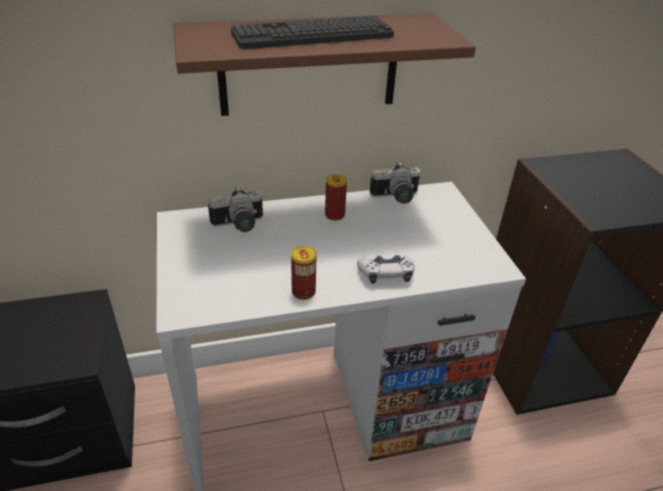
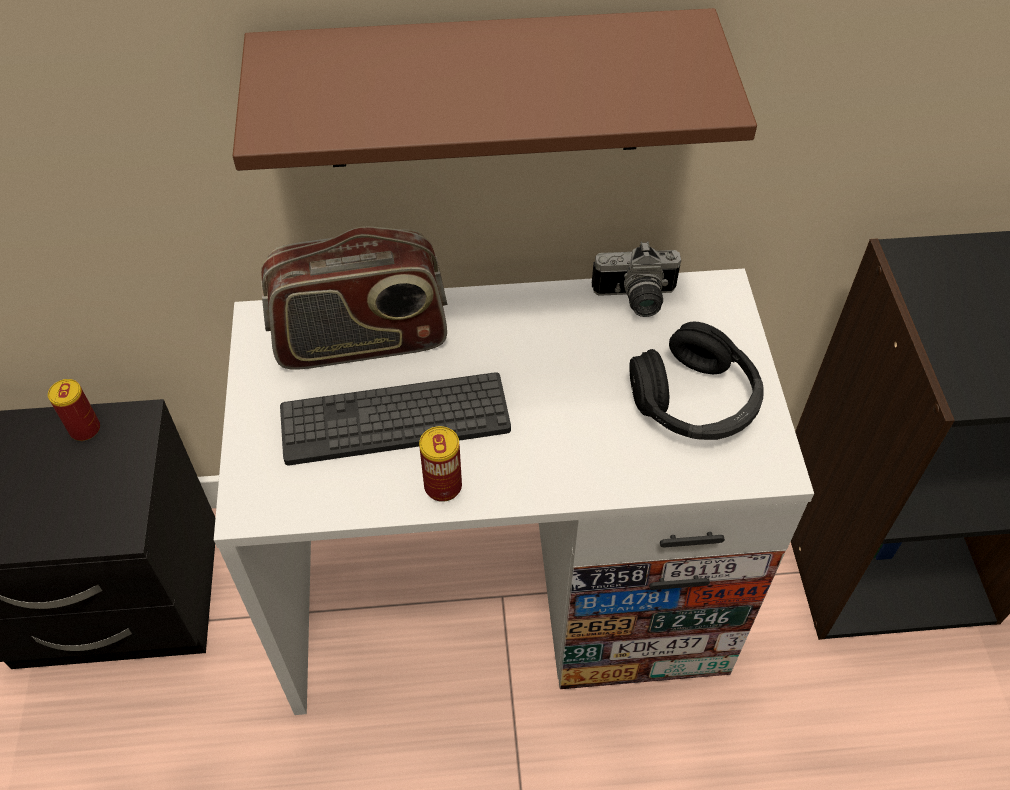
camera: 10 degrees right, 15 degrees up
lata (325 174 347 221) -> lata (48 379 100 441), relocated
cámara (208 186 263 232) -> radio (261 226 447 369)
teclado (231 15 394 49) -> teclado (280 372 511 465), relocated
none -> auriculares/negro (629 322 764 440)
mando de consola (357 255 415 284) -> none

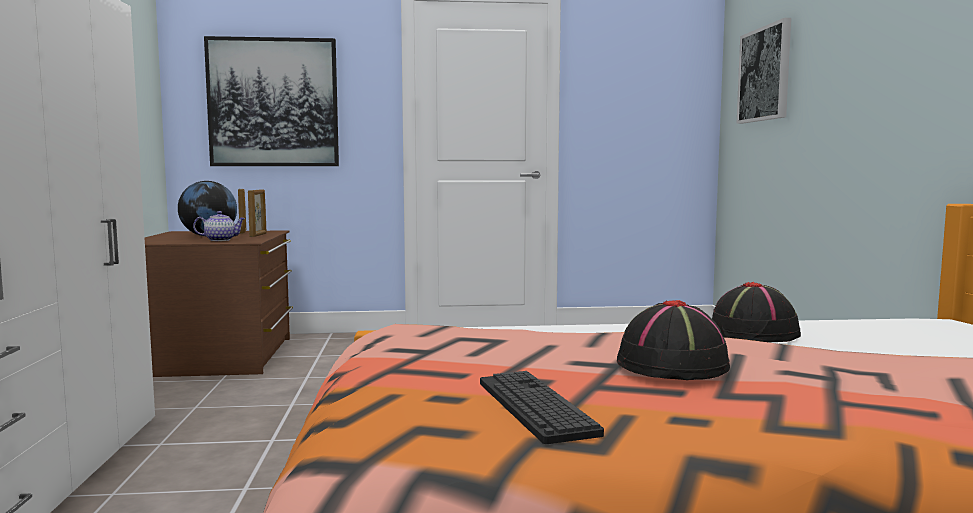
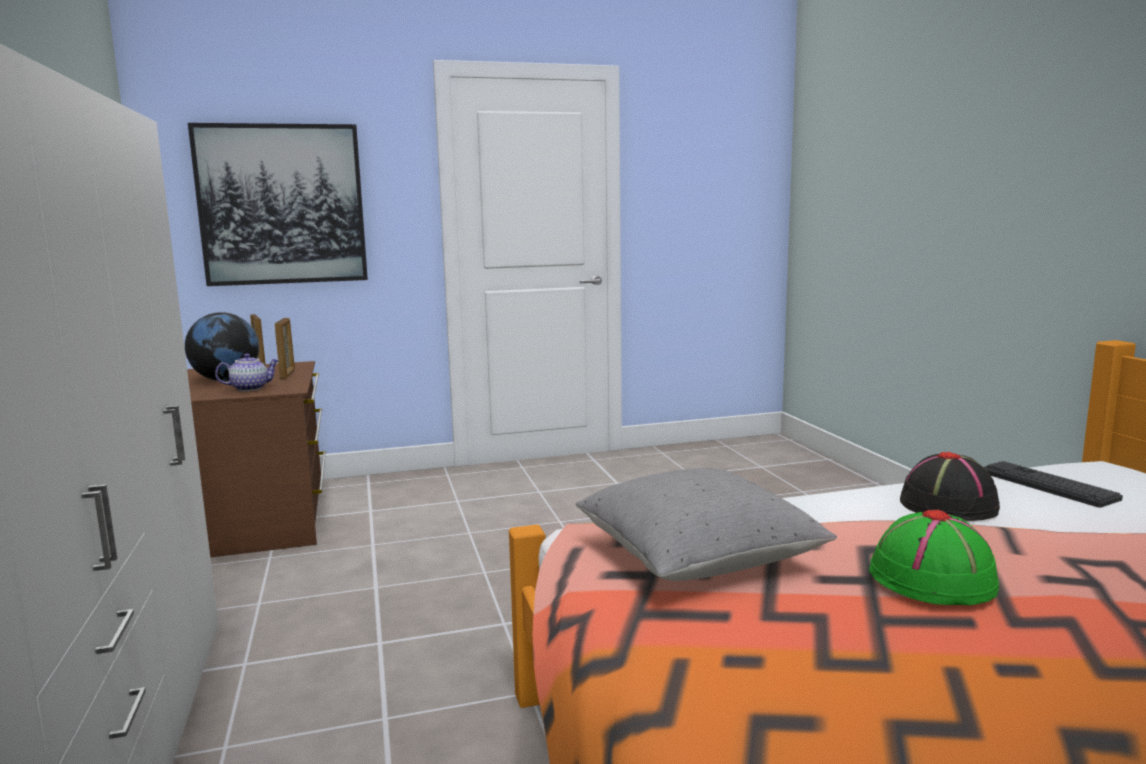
camera: 10 degrees left, 5 degrees up
none -> cojín/gris (576 468 837 581)
sombrero/negro (617 300 730 380) -> sombrero/verde (869 510 999 605)
teclado (480 371 604 444) -> teclado (983 461 1123 508), relocated
cuadro (736 18 791 124) -> none

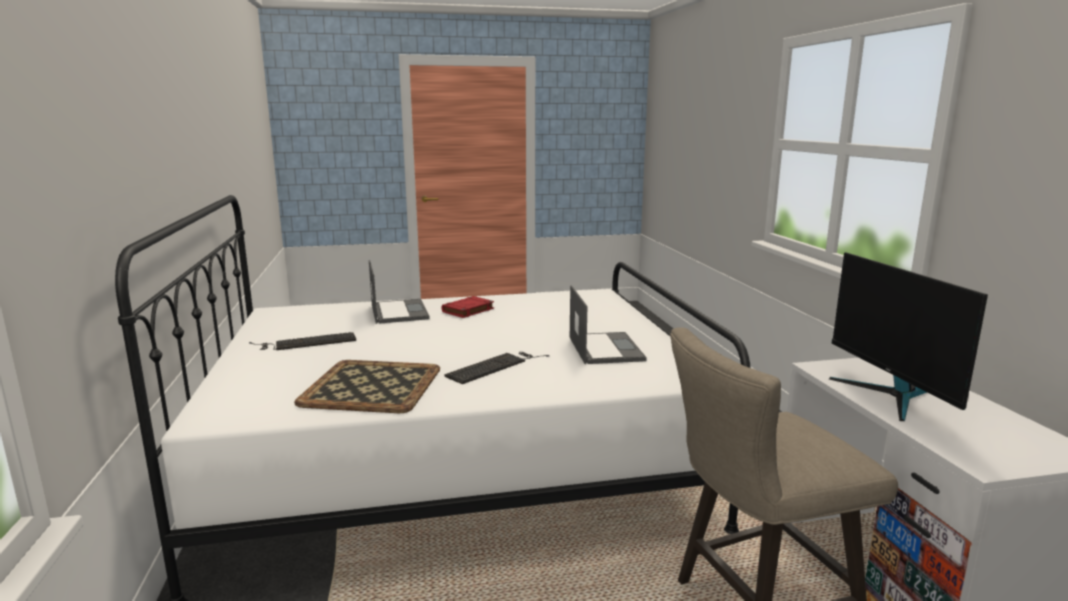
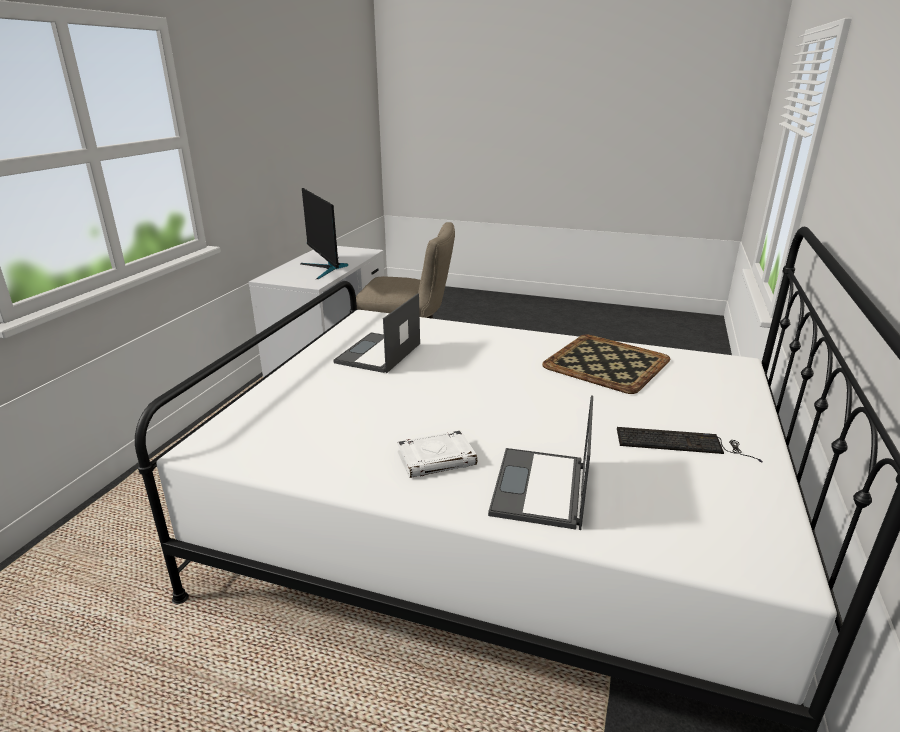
camera: 150 degrees left, 10 degrees up
monitor (829 252 988 421) -> monitor (300 188 348 279), 135 degrees clockwise
libro/rojo (441 296 494 318) -> libro/blanco (397 430 477 478)
teclado (444 352 550 384) -> none

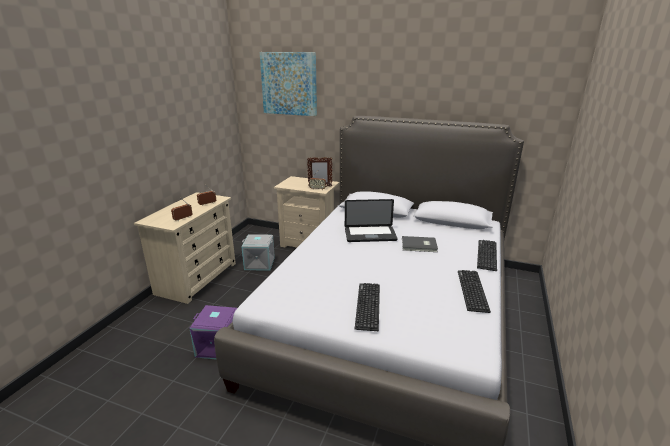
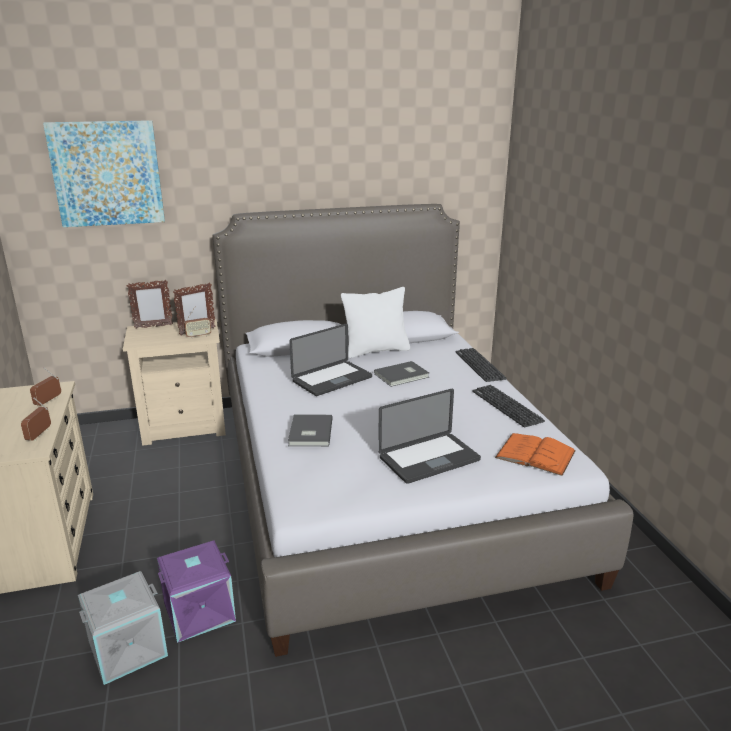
camera: 35 degrees left, 0 degrees up
caja de almacenaje/gris (242 234 275 271) -> caja de almacenaje/gris (78 571 168 685), relocated
none -> portarretratos (127 280 173 329)
none -> libro/gris (288 414 333 447)
none -> cojín/blanco (341 287 410 358)
teclado (355 283 380 331) -> portátil (378 389 481 484)
none -> libro/naranja (495 433 576 476)

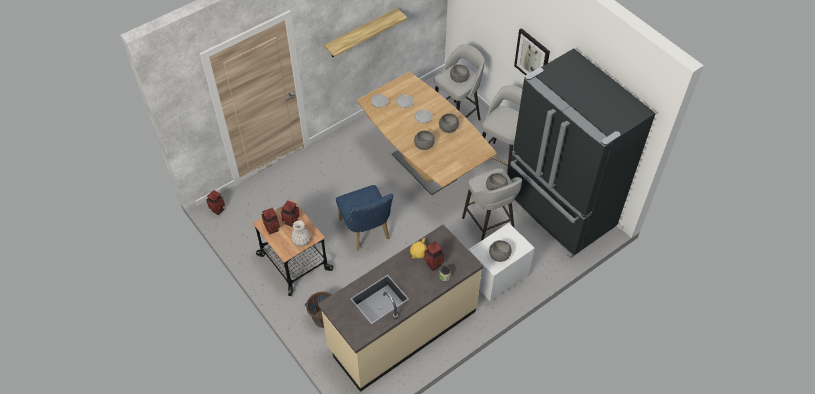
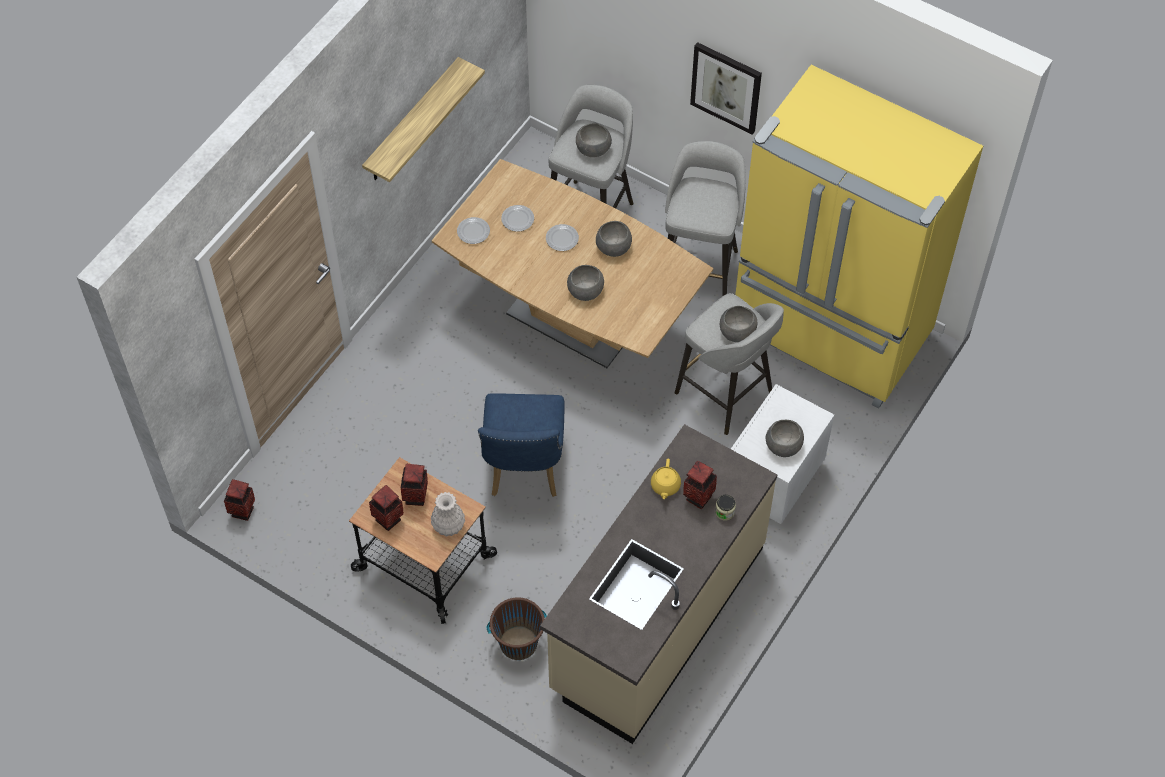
camera: 20 degrees left, 5 degrees up
silla/azul (336 185 393 251) -> silla/azul (478 393 565 497), 45 degrees clockwise
nevera/negro (509 48 656 258) -> nevera/amarillo (735 65 983 409)

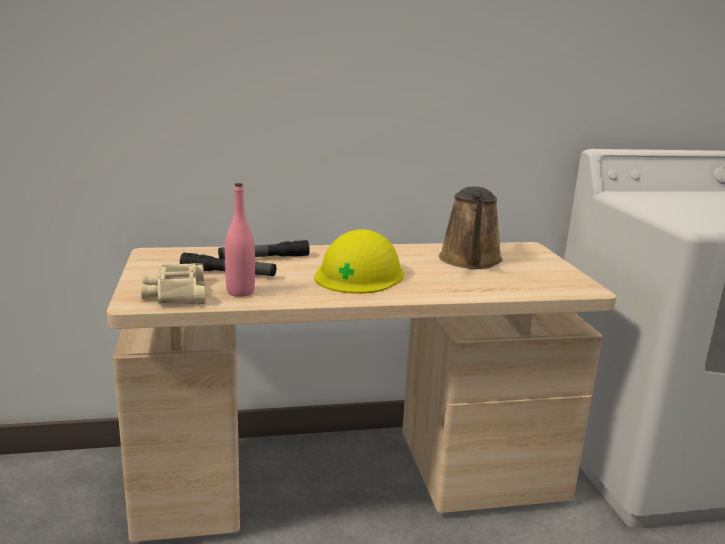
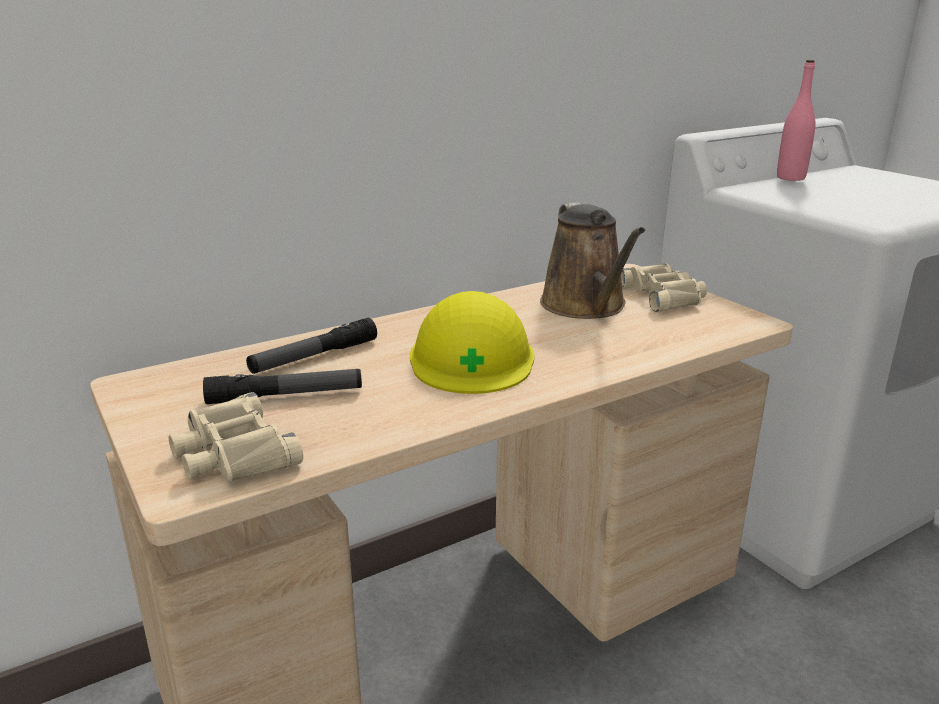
camera: 20 degrees left, 5 degrees up
none -> prismáticos/beis (621 264 707 312)
botella/rosa (225 183 255 297) -> botella/rosa (777 60 815 181), relocated

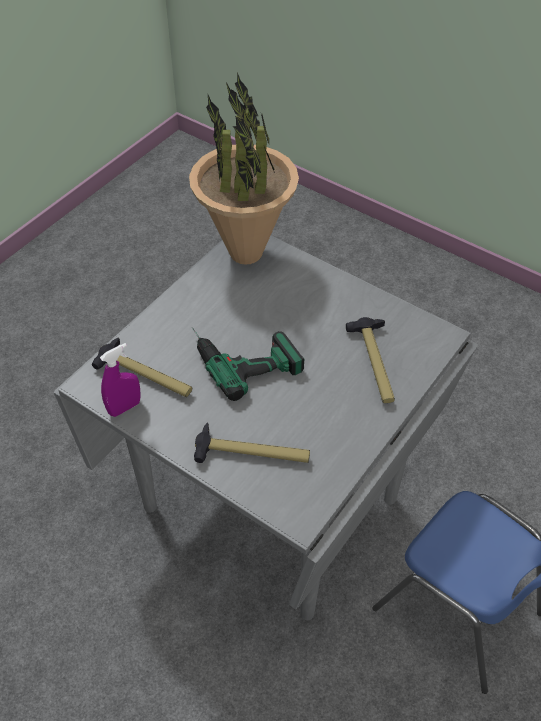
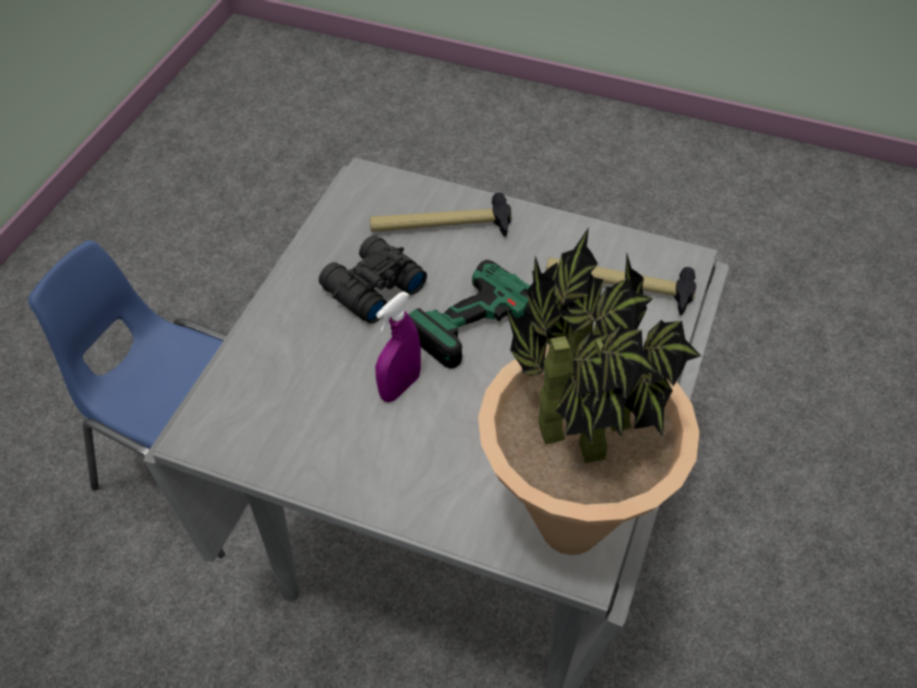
camera: 165 degrees right, 0 degrees up
none -> prismáticos/negro (319 235 427 324)
pulverizador/morado (100 343 141 417) -> pulverizador/morado (375 292 421 402), relocated
martillo (346 317 395 403) -> none

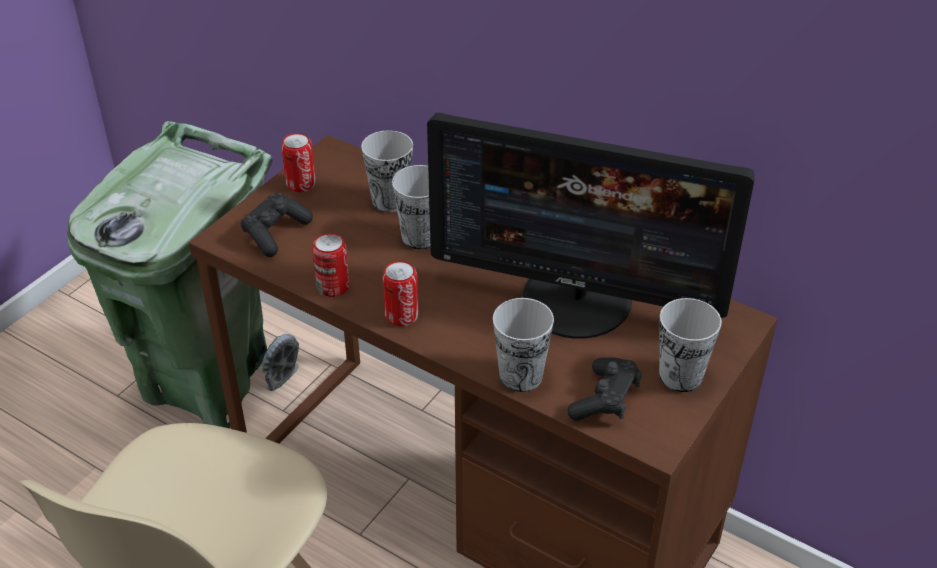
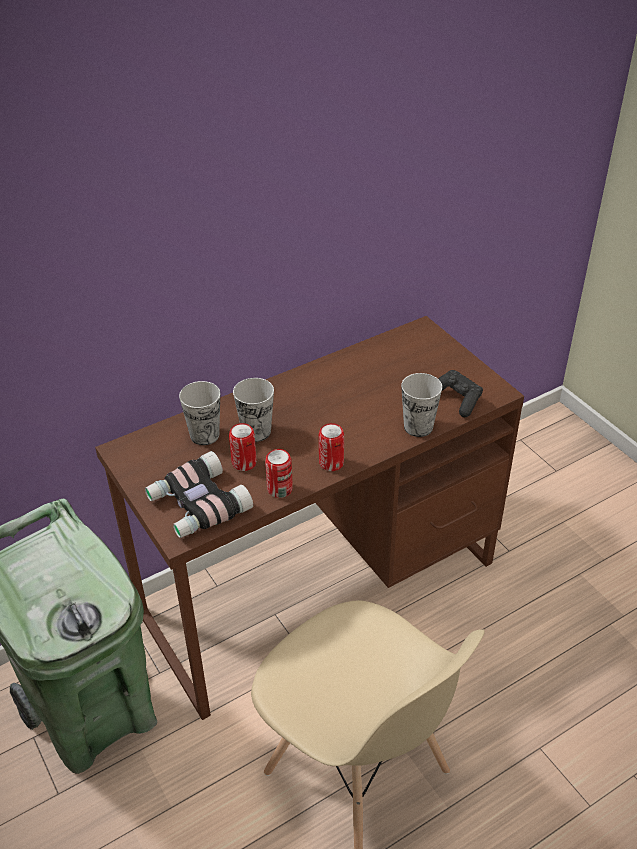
camera: 65 degrees left, 0 degrees up
mando de consola/negro (241 193 313 257) -> prismáticos (145 451 253 538)
lata (281 133 316 192) -> lata (229 423 257 471), relocated
monitor (427 113 755 339) -> none
taza (659 298 722 392) -> none

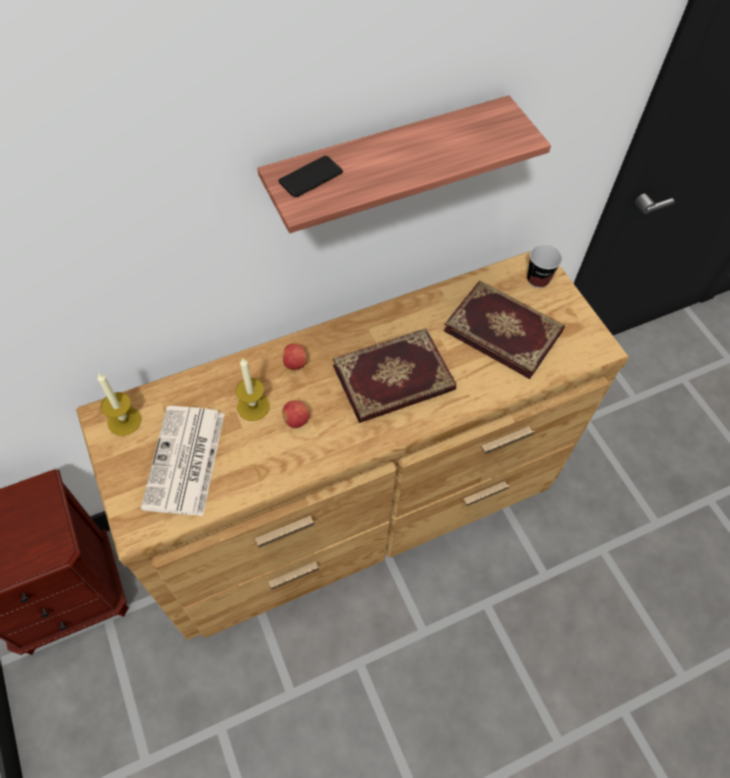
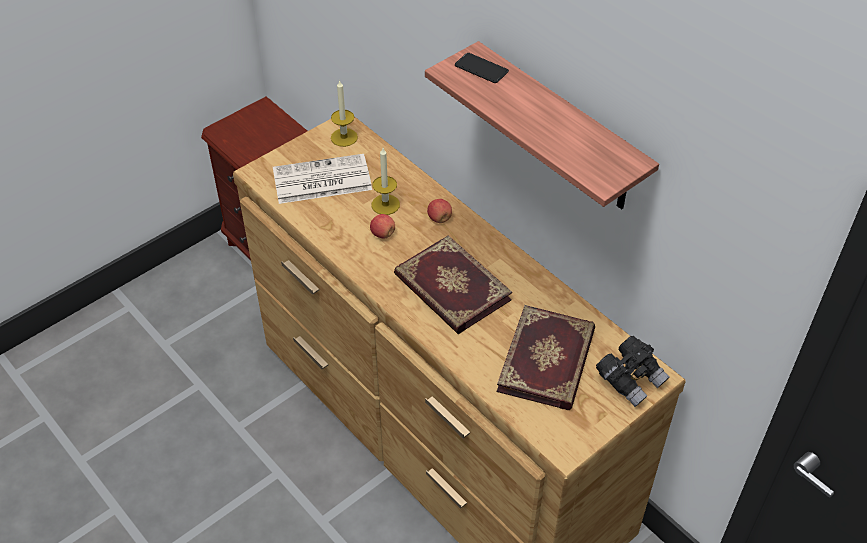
camera: 75 degrees right, 10 degrees down
taza (527 244 562 288) -> prismáticos/negro (596 336 669 407)

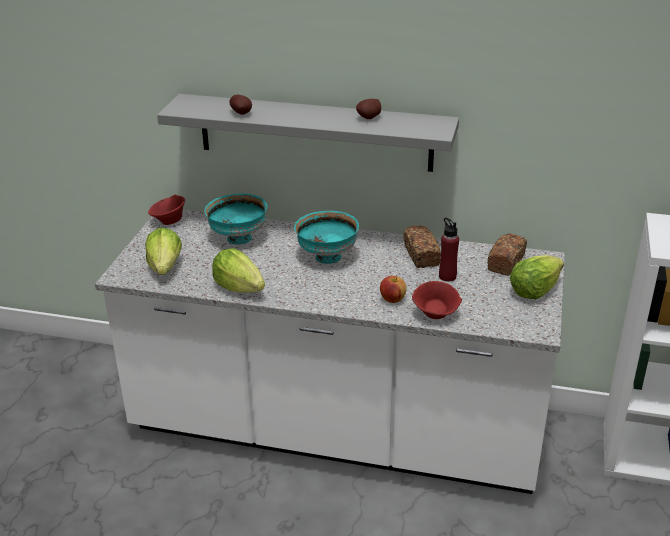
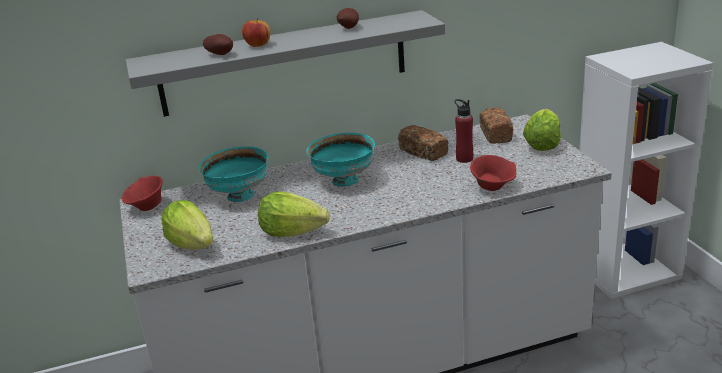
camera: 30 degrees left, 5 degrees down
manzana (380 276 407 303) -> manzana (242 18 270 47), relocated

